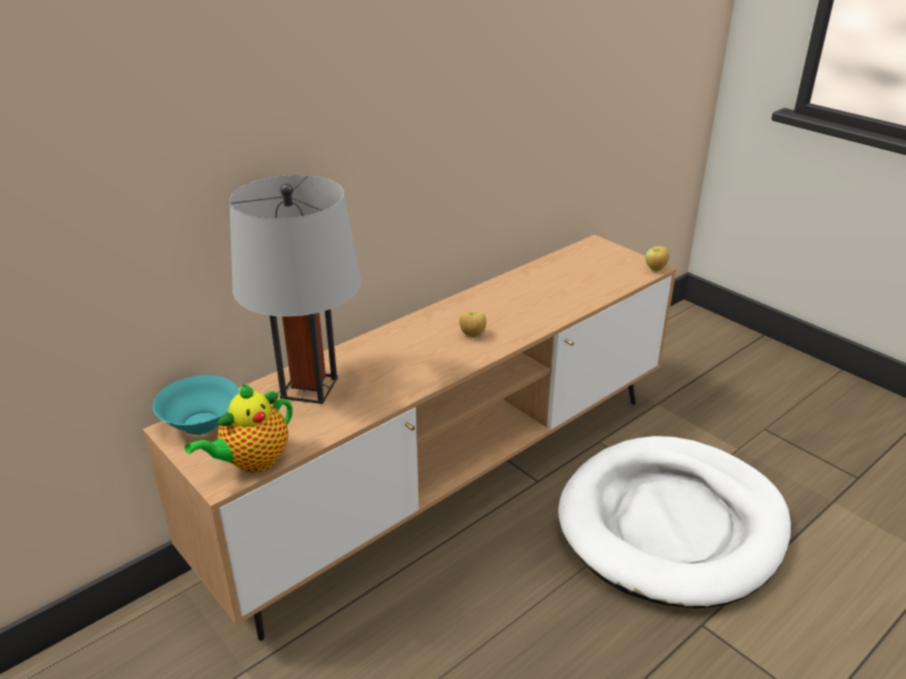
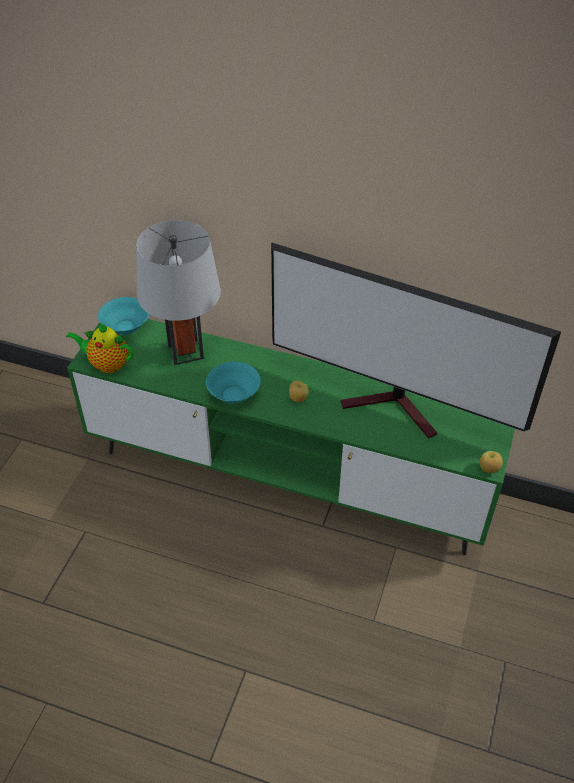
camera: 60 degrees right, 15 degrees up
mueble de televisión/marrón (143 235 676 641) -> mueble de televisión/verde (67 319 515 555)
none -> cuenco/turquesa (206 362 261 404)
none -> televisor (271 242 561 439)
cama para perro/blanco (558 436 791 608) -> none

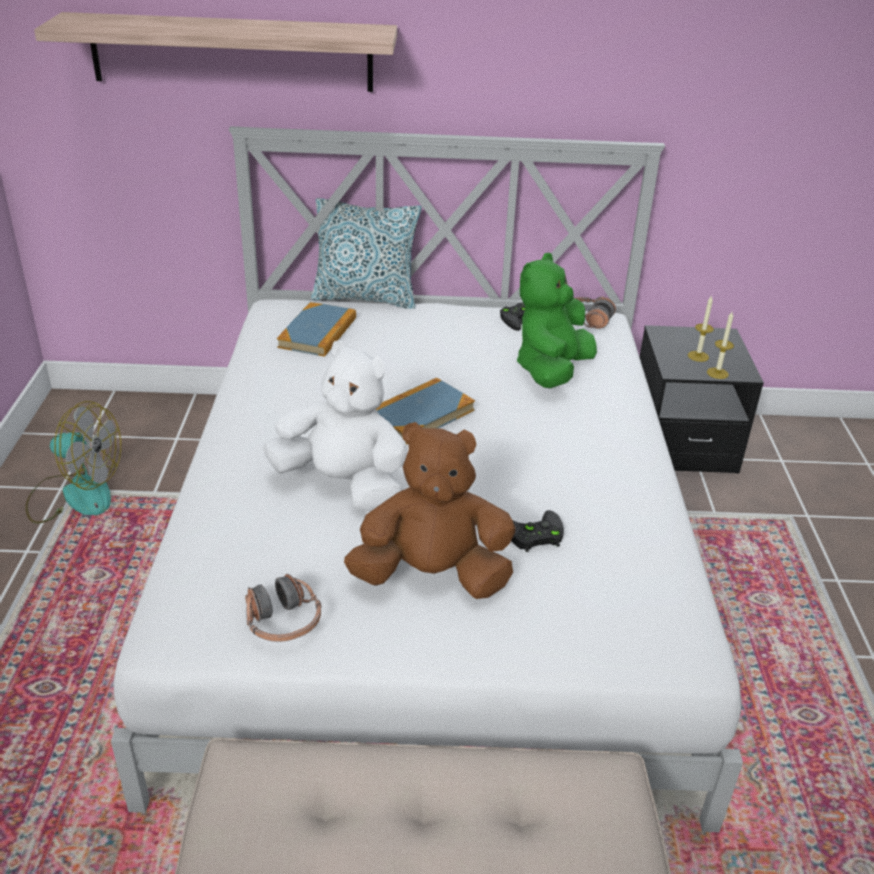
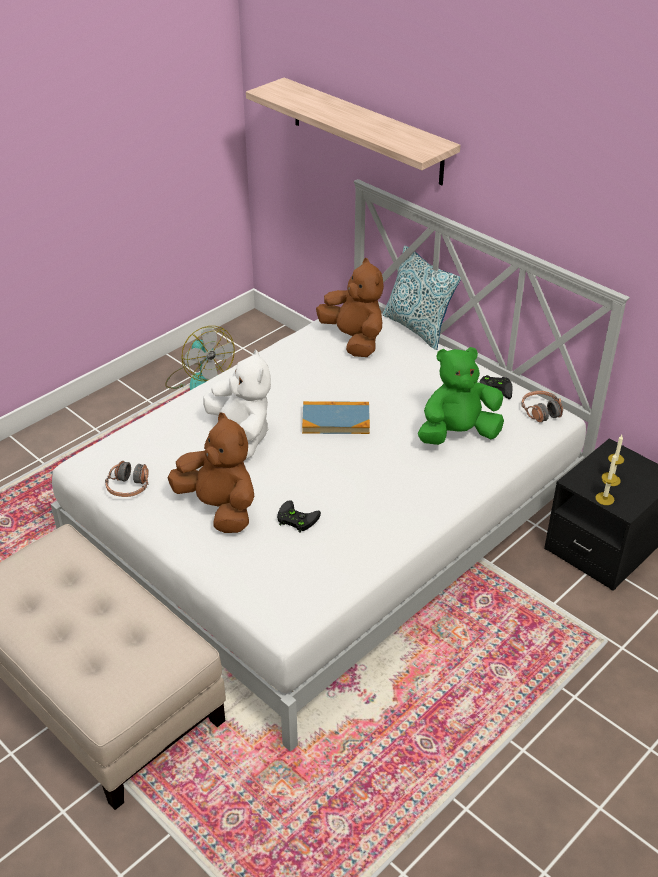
camera: 45 degrees right, 5 degrees up
libro (277 302 356 357) -> peluche/marrón (316 258 384 357)

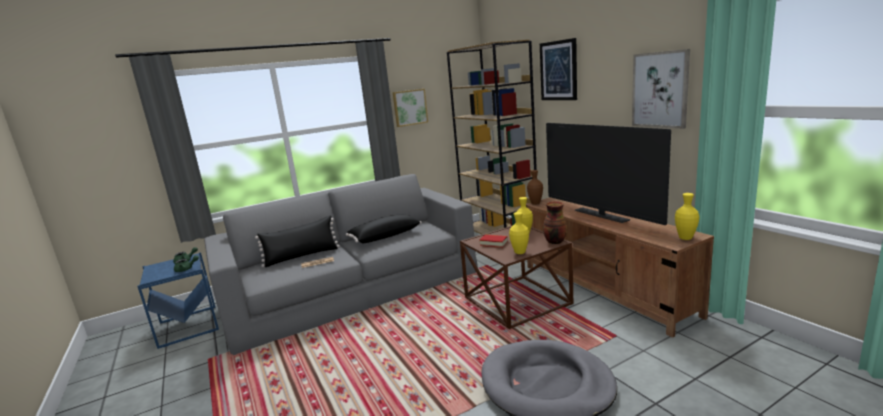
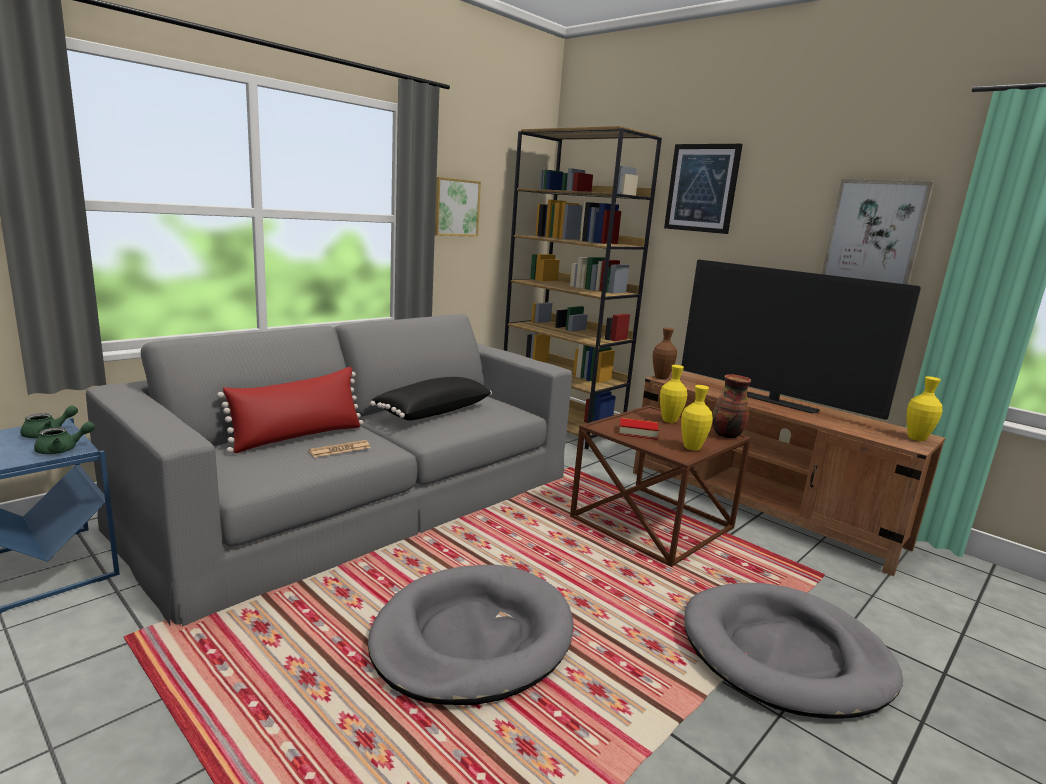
camera: 20 degrees left, 0 degrees up
cojín/negro (255 215 340 267) -> cojín/rojo (217 367 363 453)
none -> cama para perro/gris (368 565 574 705)

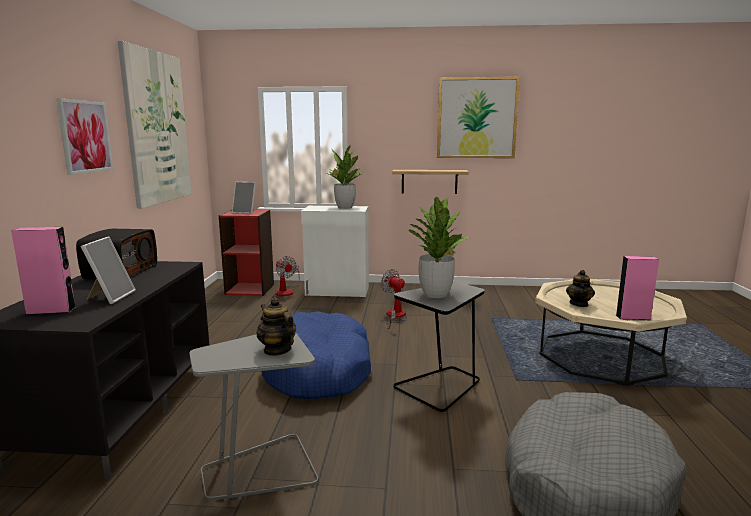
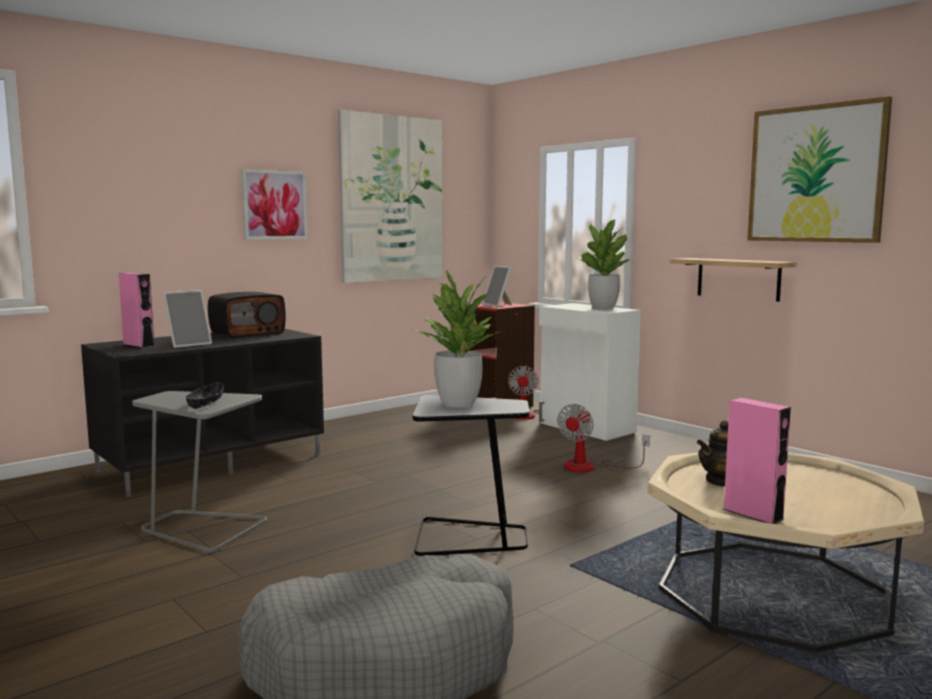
camera: 45 degrees right, 5 degrees down
tetera (256 297 296 356) -> cuenco/negro (186 382 224 409)
ventilador (381 269 406 329) -> ventilador (557 404 650 472), 150 degrees counterclockwise
cama para perro/azul (261 311 371 399) -> none

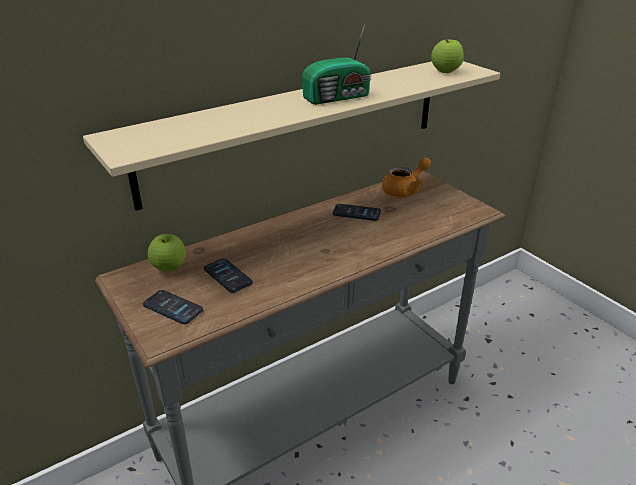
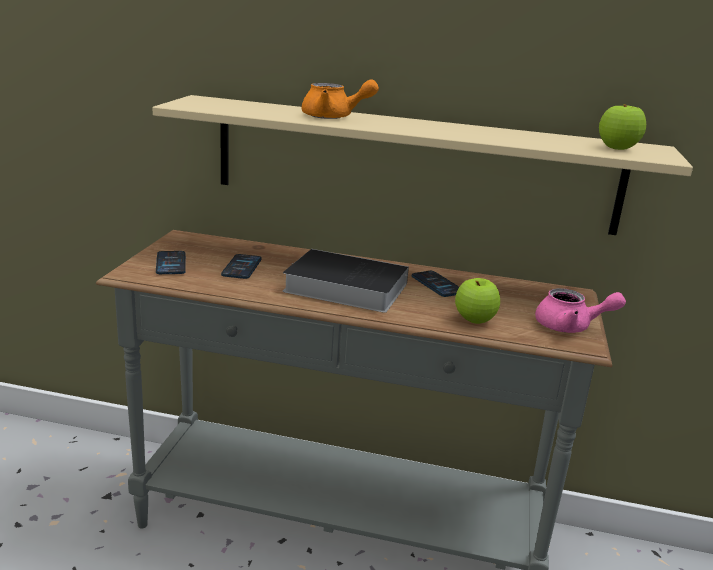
camera: 45 degrees right, 10 degrees down
none -> libro (283 249 409 313)
tetera/naranja (382 157 431 197) -> tetera/naranja (302 80 379 119), relocated
manzana (148 234 186 272) -> manzana (455 278 500 324), relocated
none -> tetera/rosa (535 288 626 333)
radio (302 24 371 105) -> none

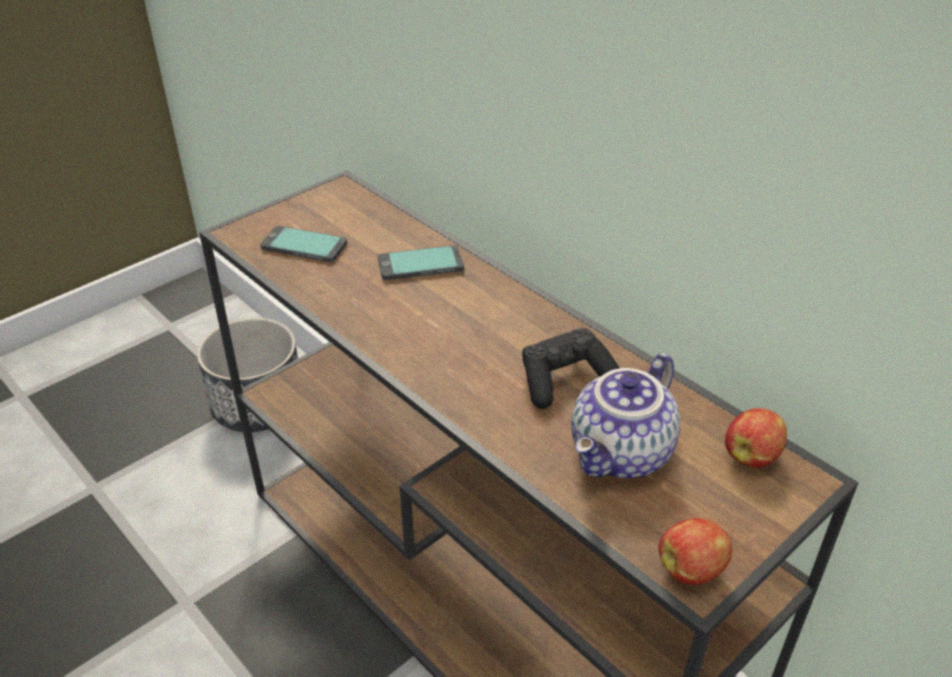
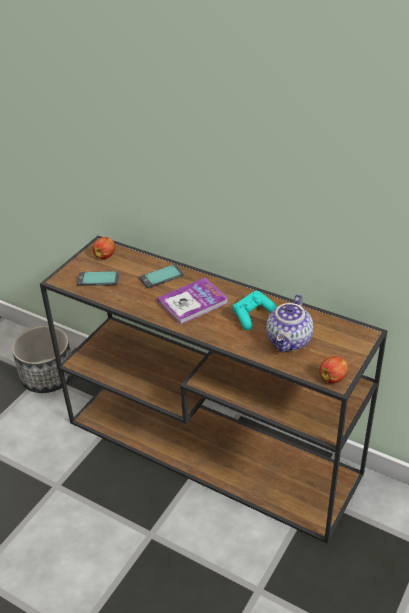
camera: 15 degrees left, 0 degrees up
manzana (725 408 787 467) -> manzana (93 237 115 259), relocated
none -> libro (158 278 229 325)
mando de consola/negro (522 328 619 409) -> mando de consola/turquesa (232 291 277 331)

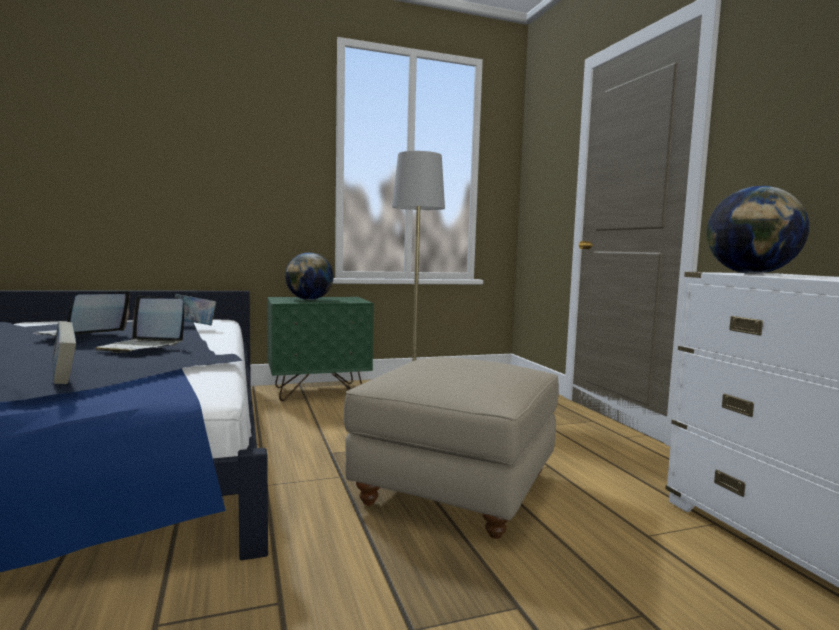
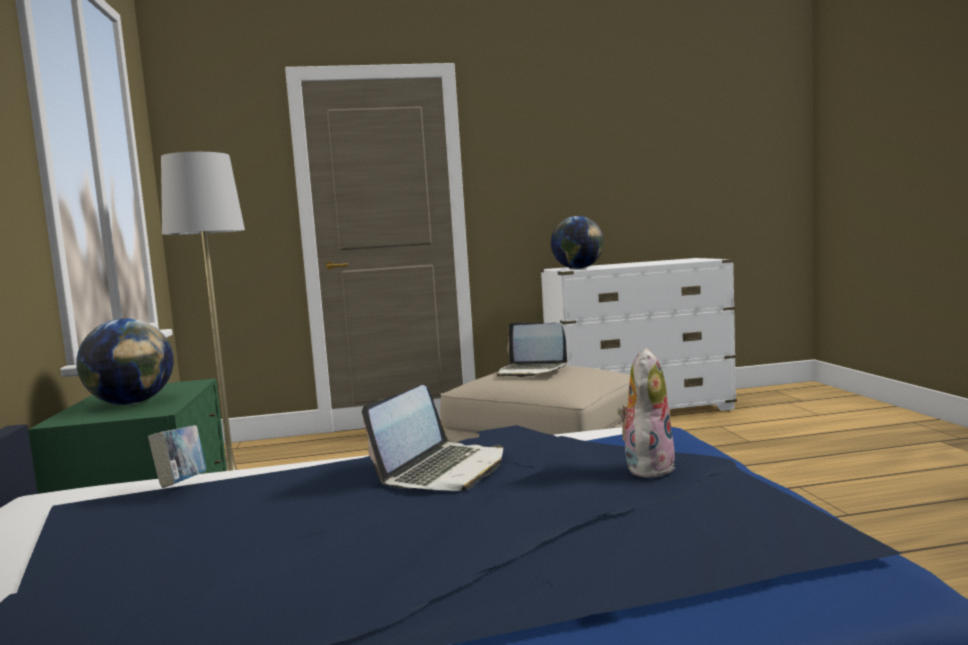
camera: 80 degrees left, 0 degrees up
portátil (33 291 130 336) -> portátil (497 322 567 377), relocated
libro (52 321 76 384) -> peluche (617 348 675 478)

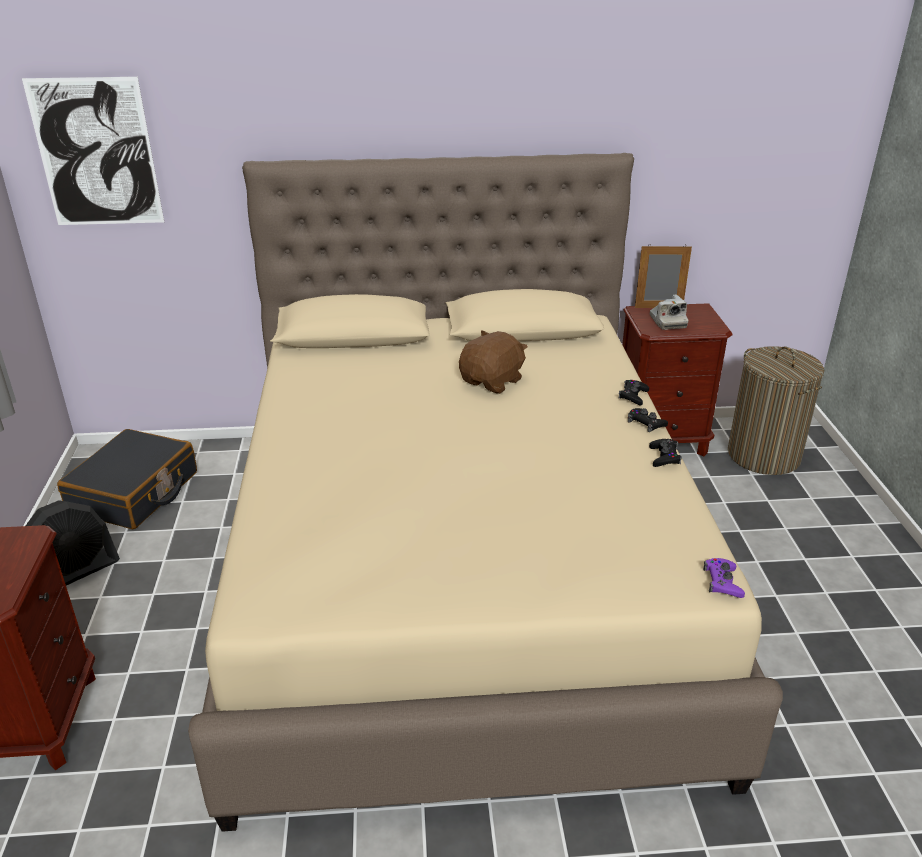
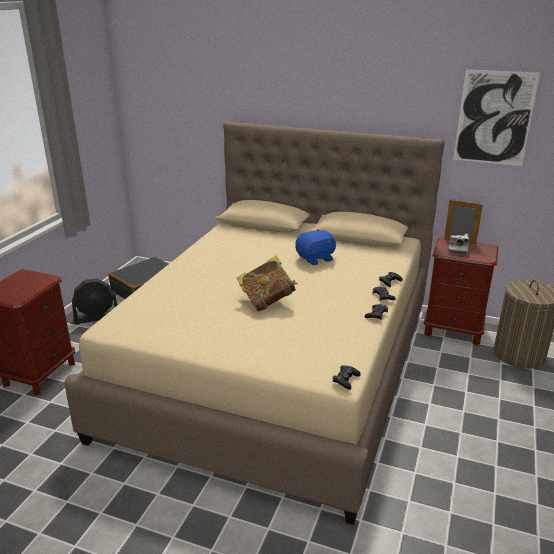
camera: 25 degrees right, 5 degrees down
none -> libro (236 255 298 312)
peluche/marrón (459 330 528 394) -> peluche/azul (295 229 336 265)
mando de consola/morado (703 558 745 598) -> mando de consola/negro (333 365 361 390)
cuadro (22 77 164 225) -> cuadro (453 69 540 166), relocated

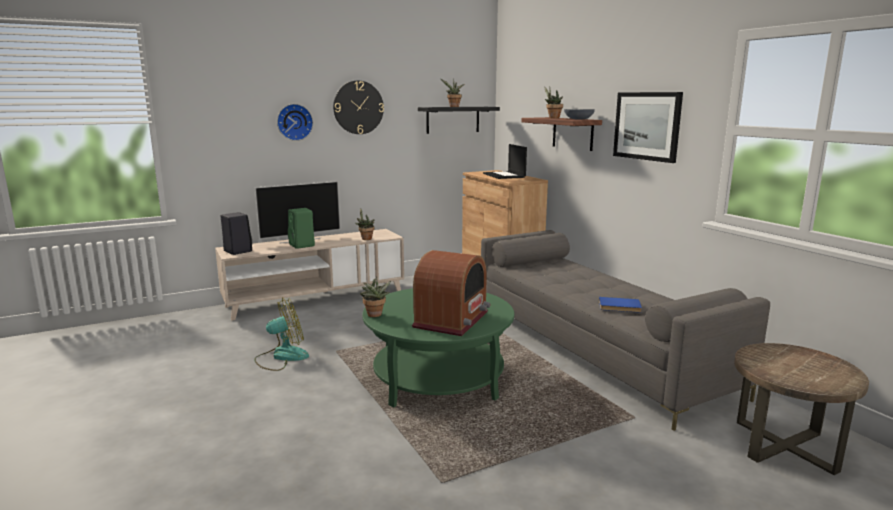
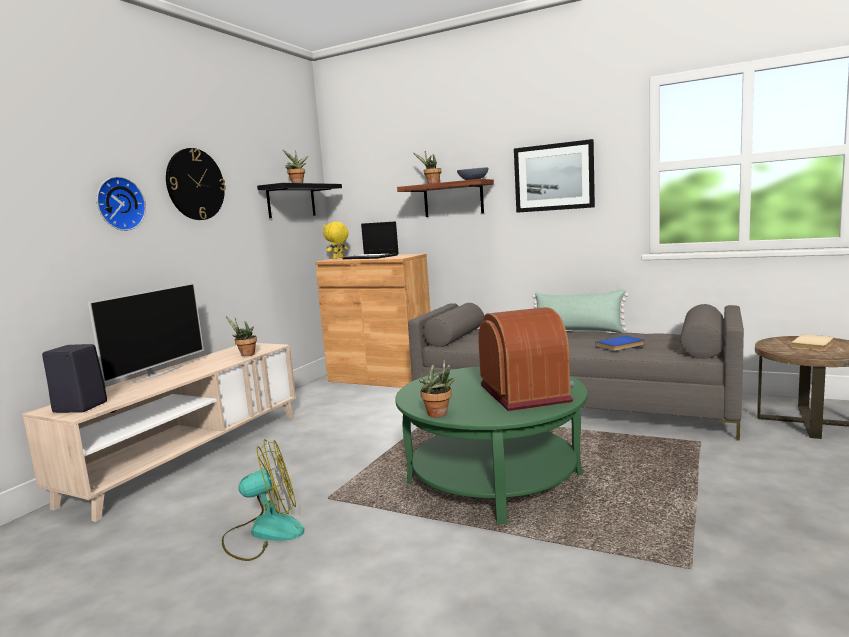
camera: 35 degrees left, 5 degrees down
ventilador (254 297 309 371) -> ventilador (222 439 304 561), 45 degrees clockwise
none -> peluche/amarillo (323 222 348 259)
none -> cojín/verde (532 289 629 333)
none -> libro/beis (790 334 835 351)
altavoz/verde (288 208 315 249) -> none

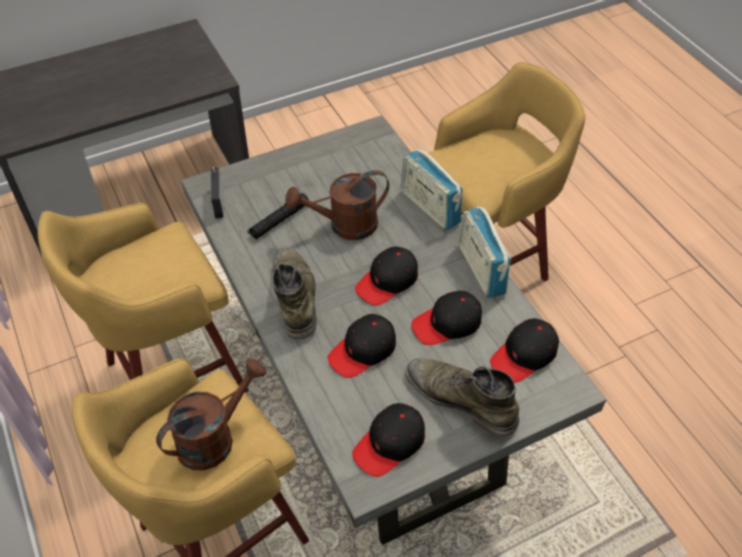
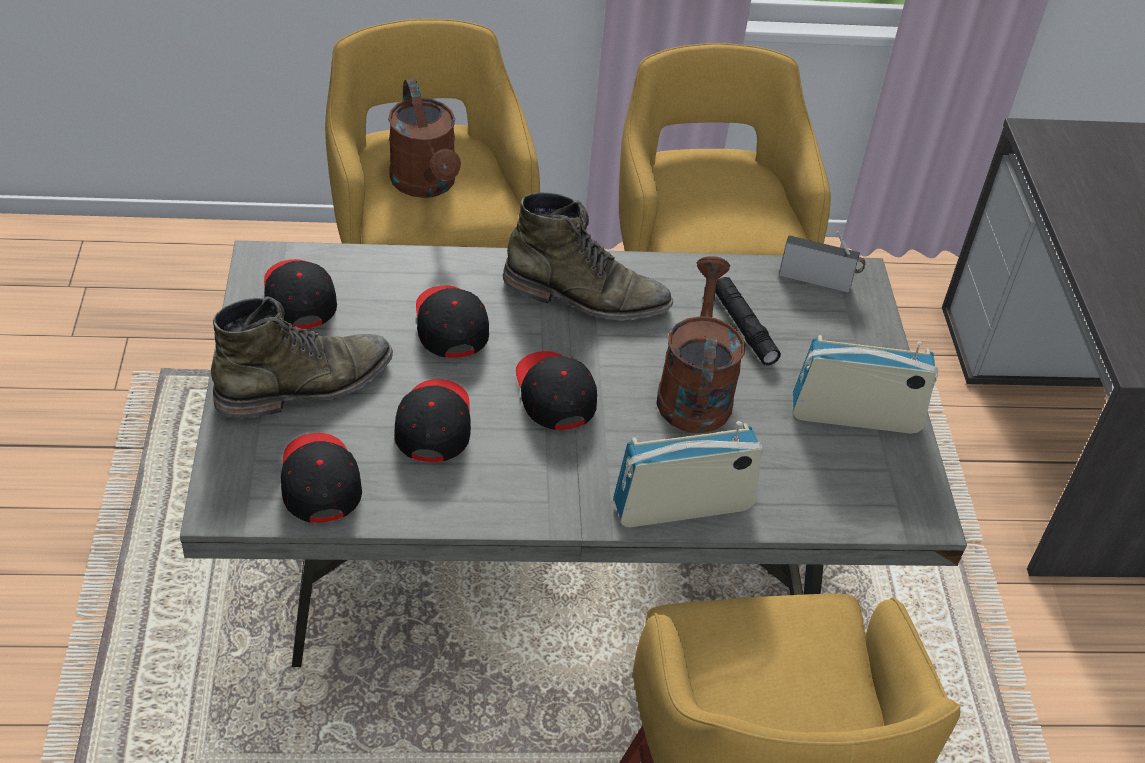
camera: 110 degrees right, 5 degrees down
radio (458 206 511 298) -> radio (793 335 938 434), relocated

